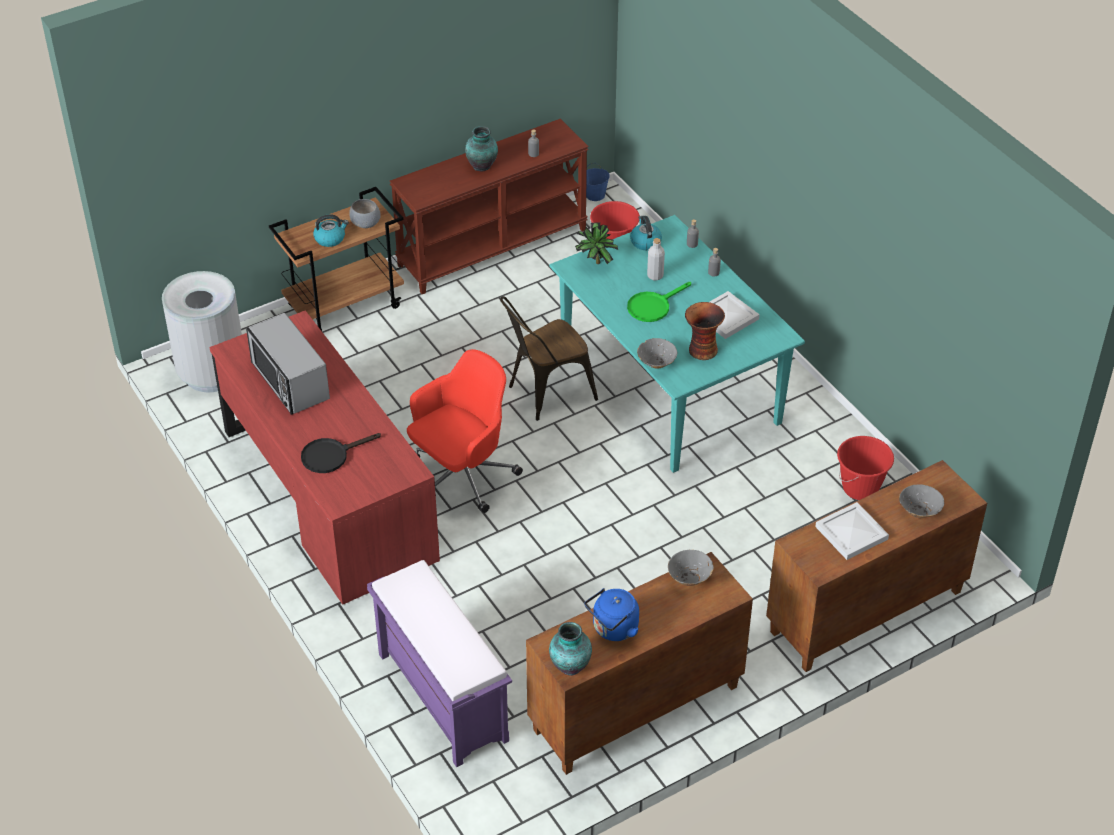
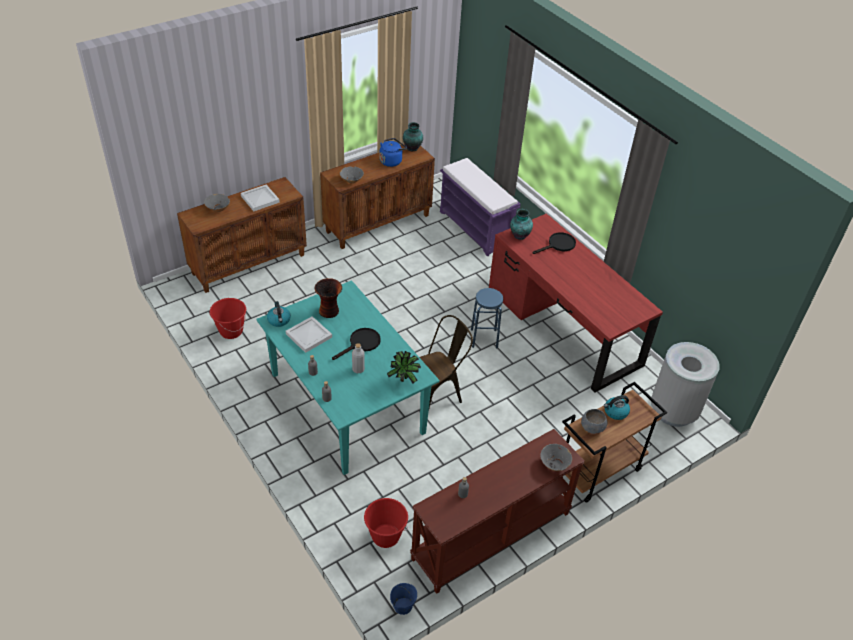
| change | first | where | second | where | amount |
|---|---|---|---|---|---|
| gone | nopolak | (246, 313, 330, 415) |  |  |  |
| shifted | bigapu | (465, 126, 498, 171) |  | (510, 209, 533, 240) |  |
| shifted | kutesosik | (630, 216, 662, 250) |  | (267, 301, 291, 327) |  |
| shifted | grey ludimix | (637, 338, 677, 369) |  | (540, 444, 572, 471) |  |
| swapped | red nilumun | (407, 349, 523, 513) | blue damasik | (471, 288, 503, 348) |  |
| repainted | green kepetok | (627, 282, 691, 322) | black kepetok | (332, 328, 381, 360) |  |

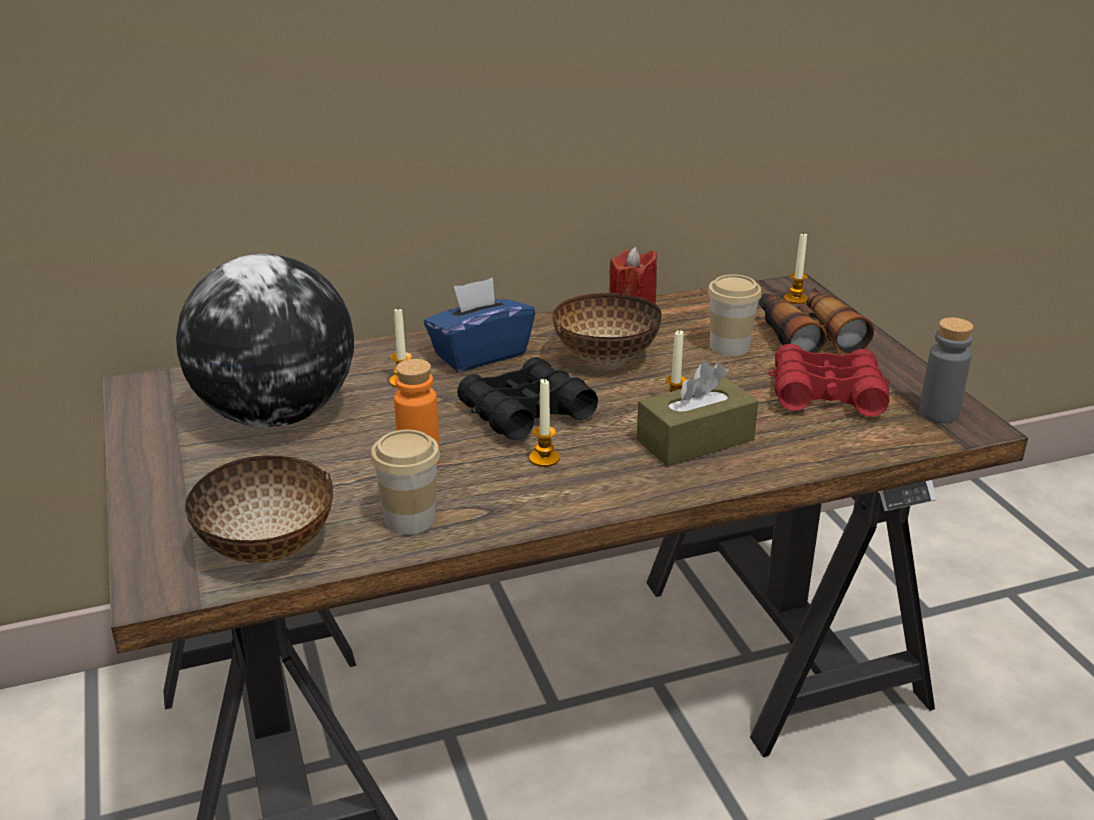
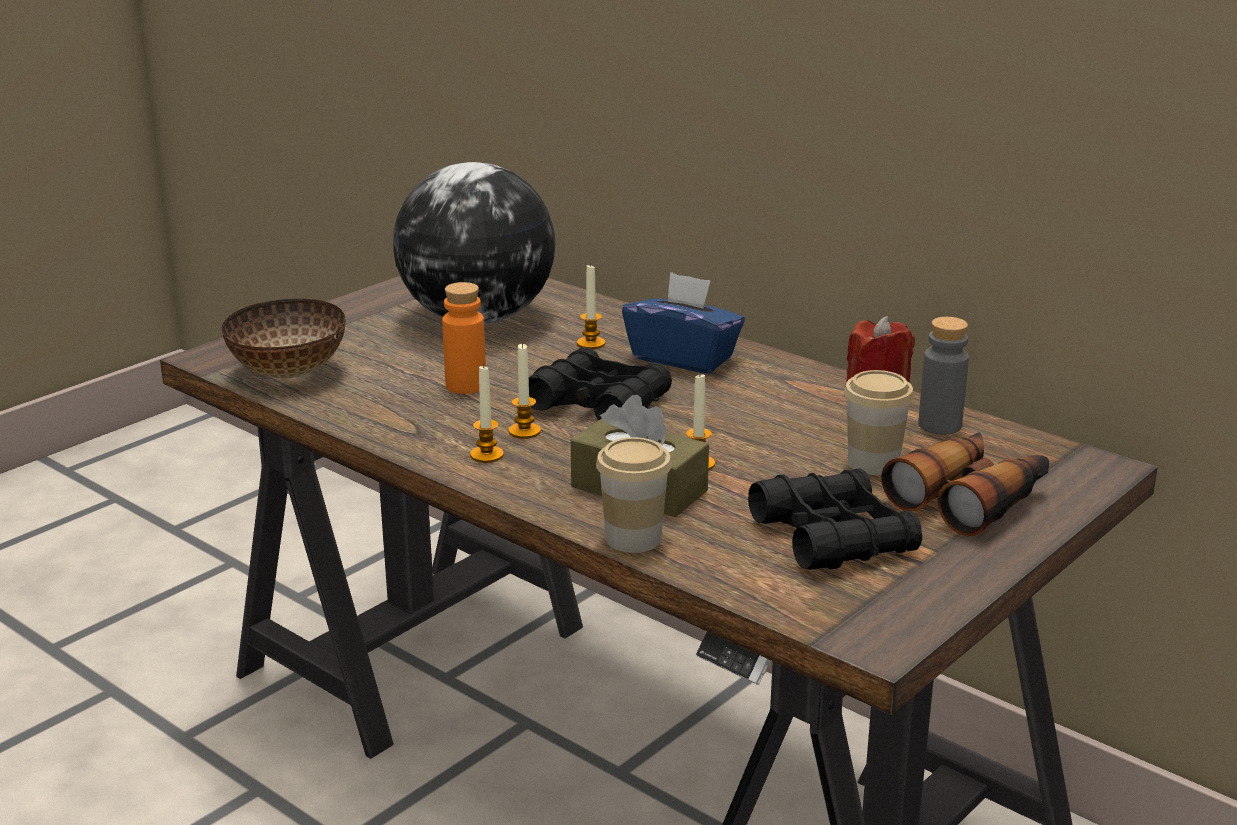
| change | first | where | second | where | amount |
|---|---|---|---|---|---|
| gone | ludimix | (552, 293, 662, 365) |  |  |  |
| shifted | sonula | (370, 430, 440, 535) |  | (596, 437, 672, 553) |  |
| shifted | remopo | (784, 233, 808, 304) |  | (470, 364, 504, 463) |  |
| shifted | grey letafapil | (919, 317, 973, 423) |  | (918, 317, 969, 434) |  |
| repainted | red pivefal | (769, 344, 890, 417) | black pivefal | (748, 468, 922, 570) |  |

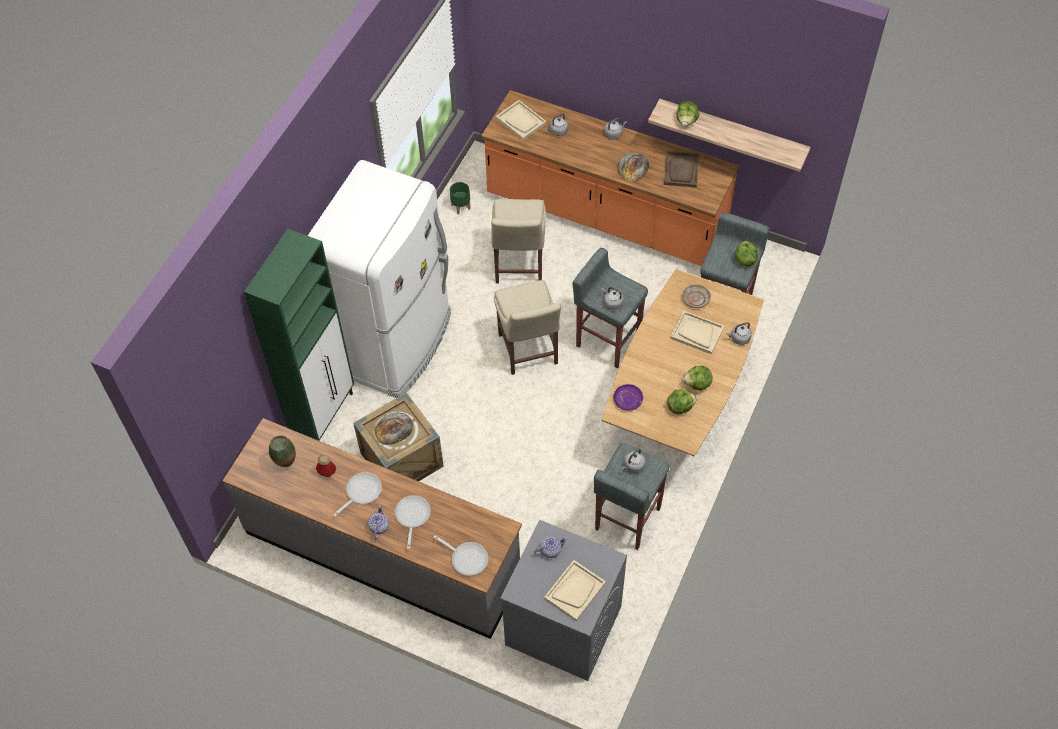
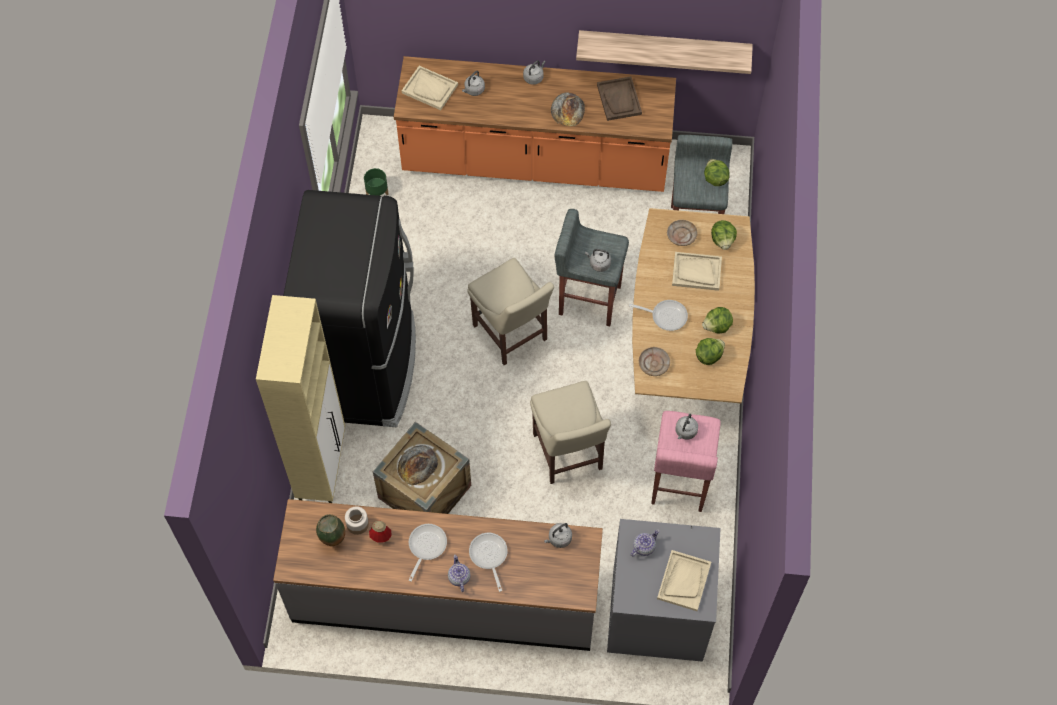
| change | first | where | second | where | amount |
|---|---|---|---|---|---|
| new |  |  | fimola | (345, 506, 369, 535) |  |
| shifted | kepetok | (433, 535, 488, 576) |  | (629, 300, 688, 331) |  |
| shifted | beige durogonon | (491, 199, 546, 283) |  | (530, 381, 611, 484) |  |
| shifted | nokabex | (677, 101, 700, 126) |  | (711, 220, 737, 250) |  |
| shifted | grey kutesosik | (726, 322, 752, 345) |  | (544, 523, 572, 548) |  |
| repainted | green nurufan | (244, 229, 354, 441) | beige nurufan | (256, 295, 345, 503) |  |
| repainted | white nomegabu | (308, 160, 451, 398) | black nomegabu | (283, 190, 416, 427) |  |
| repainted | grey damasik | (594, 443, 670, 550) | pink damasik | (651, 411, 721, 512) |  |
| repainted | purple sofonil | (613, 384, 643, 411) | beige sofonil | (639, 347, 670, 376) |  |

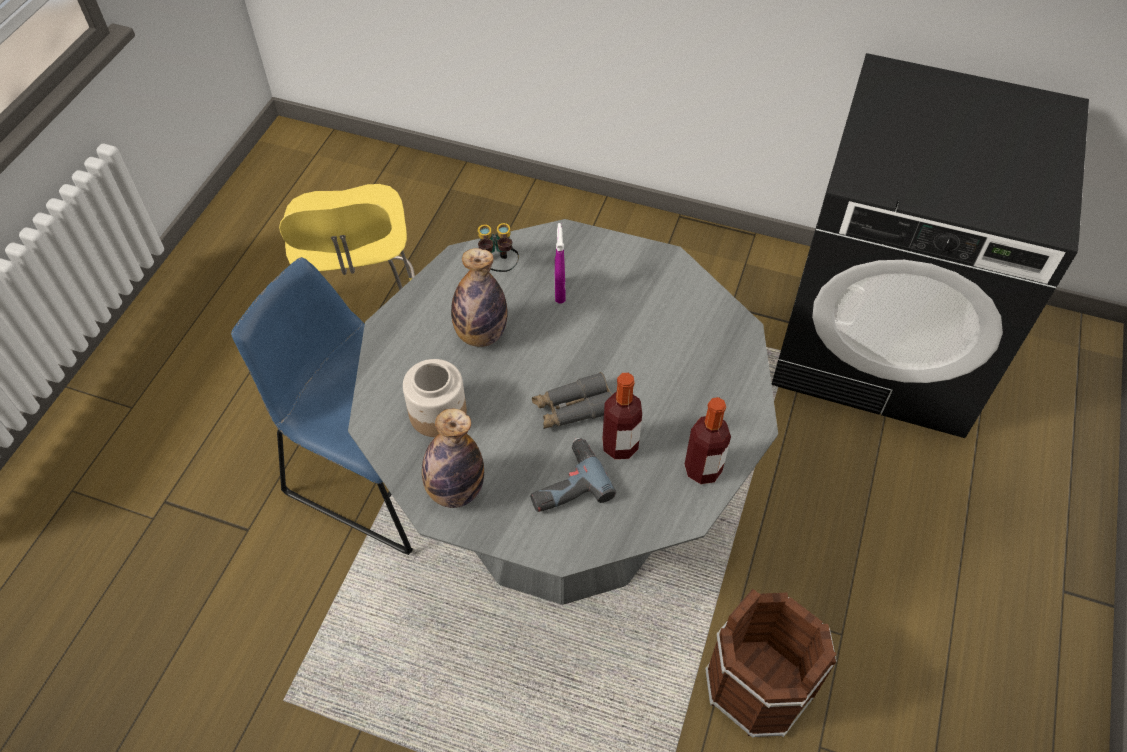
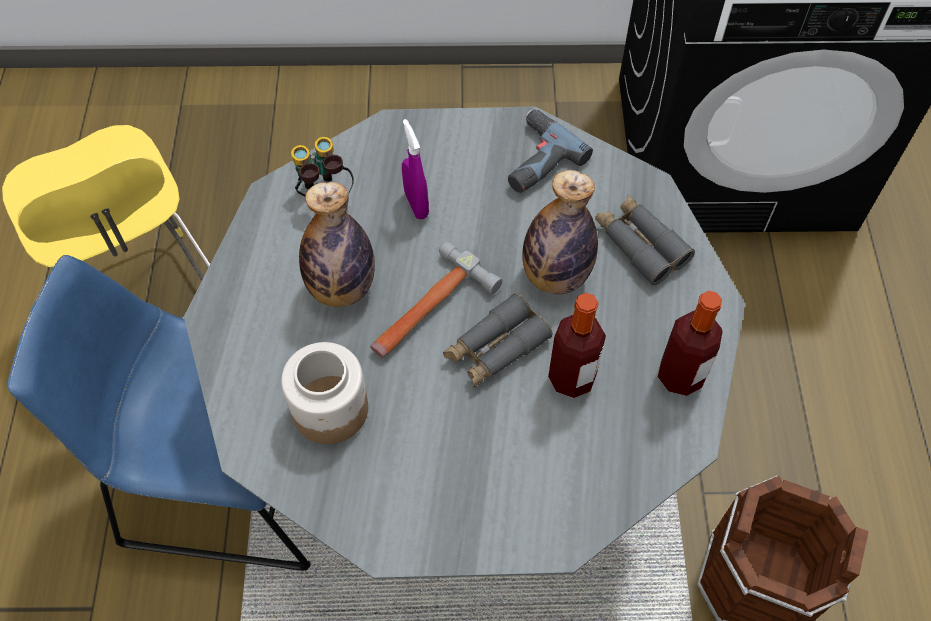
| change | first | where | second | where | amount |
|---|---|---|---|---|---|
| new |  |  | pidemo | (370, 242, 502, 358) |  |
| new |  |  | grey pivefal | (595, 195, 695, 285) |  |
| shifted | letafapil | (422, 409, 484, 508) |  | (522, 170, 598, 295) |  |
| shifted | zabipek | (531, 438, 616, 512) |  | (508, 110, 593, 193) |  |

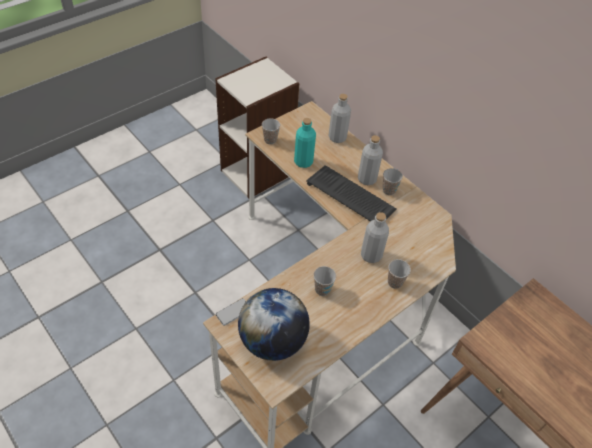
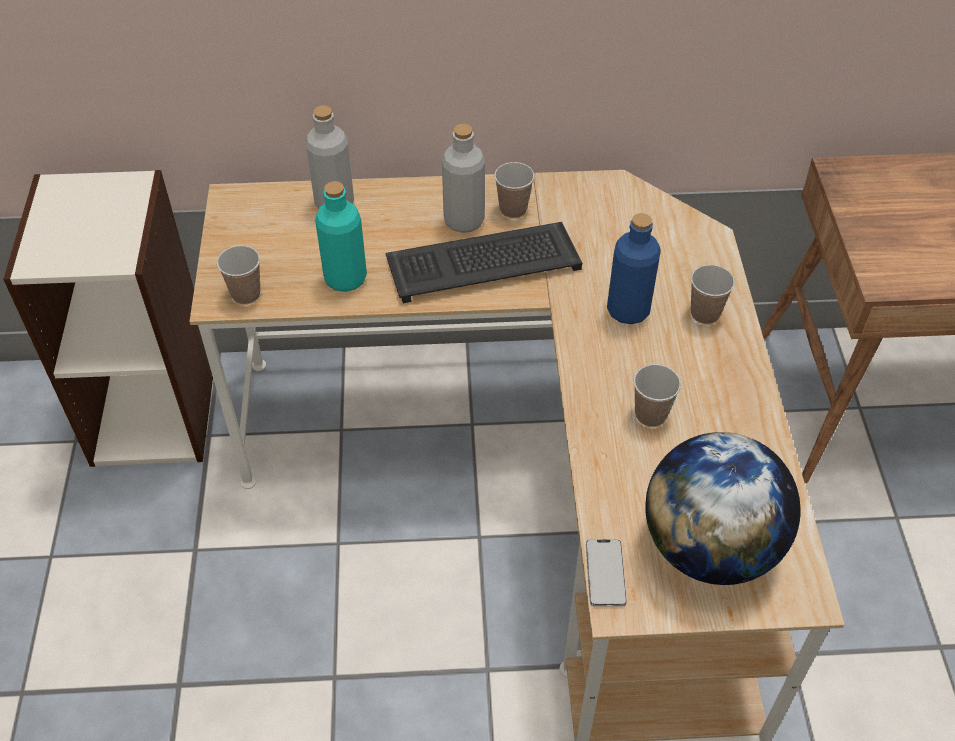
| change | first | where | second | where | amount |
|---|---|---|---|---|---|
| repainted | grey letafapil | (361, 212, 389, 263) | blue letafapil | (607, 213, 661, 324) |  |

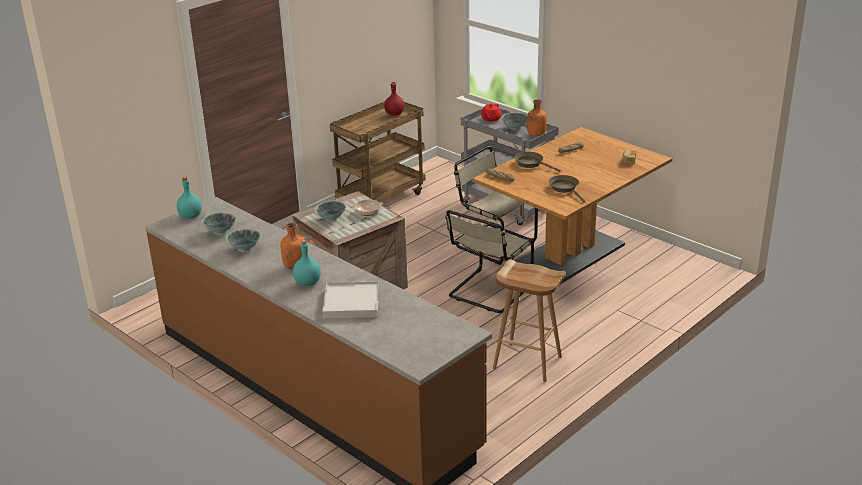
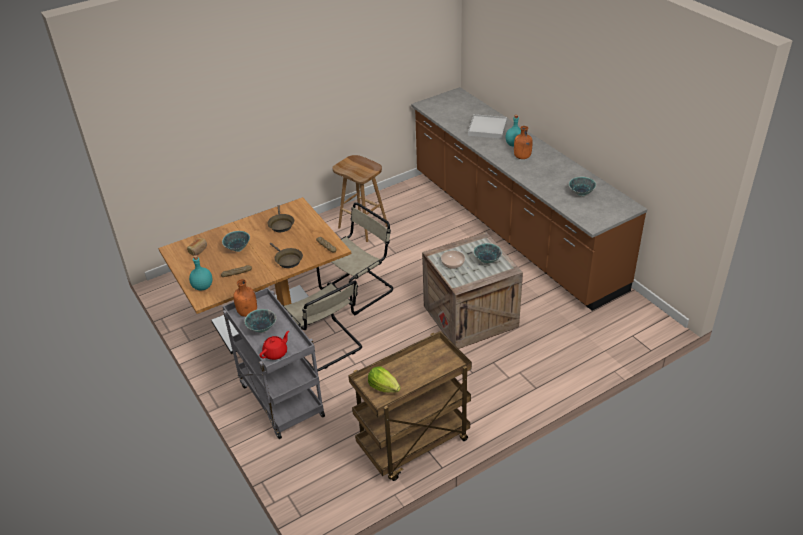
| change | first | where | second | where | amount |
|---|---|---|---|---|---|
| shifted | turquoise letafapil | (177, 176, 202, 219) |  | (189, 255, 213, 290) |  |
| shifted | ludimix | (226, 229, 261, 252) |  | (222, 231, 250, 252) |  |
| swapped | red letafapil | (384, 81, 404, 116) | nokabex | (368, 366, 401, 393) |  |

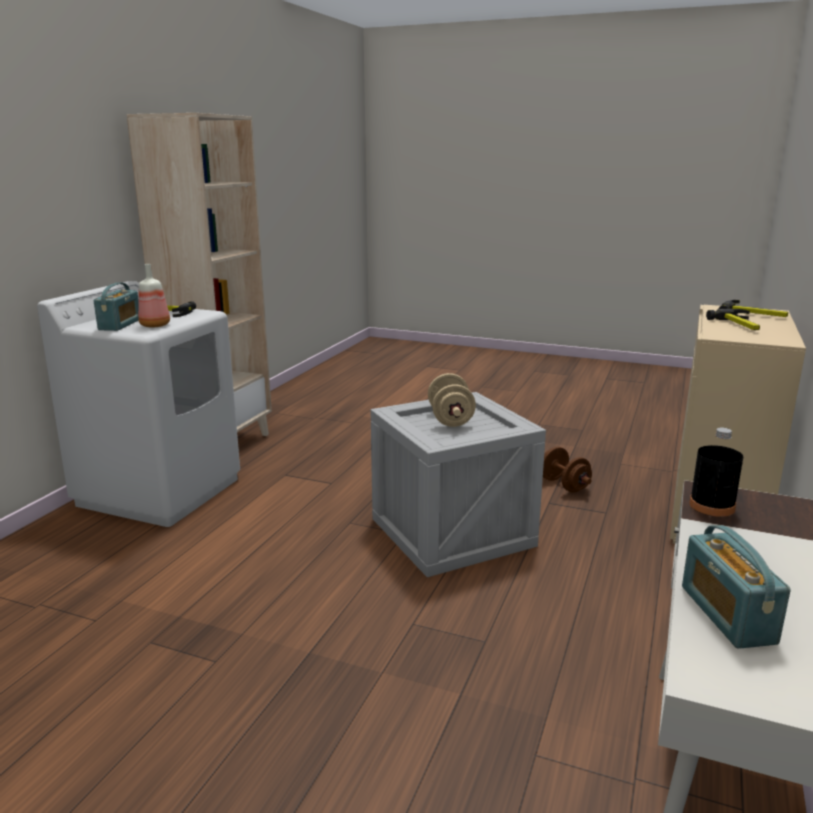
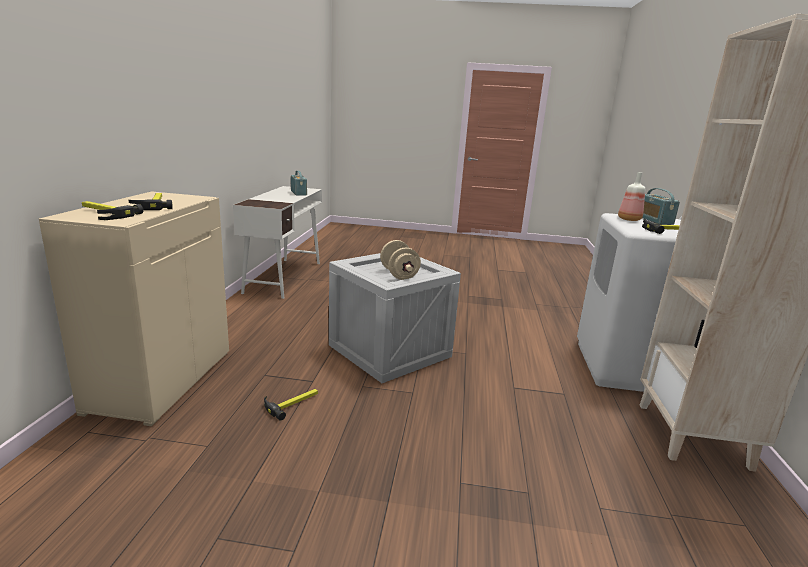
| change | first | where | second | where | amount |
|---|---|---|---|---|---|
| gone | black letafapil | (689, 428, 743, 517) |  |  |  |
| swapped | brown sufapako | (543, 447, 592, 493) | pidemo | (264, 389, 318, 420) |  |

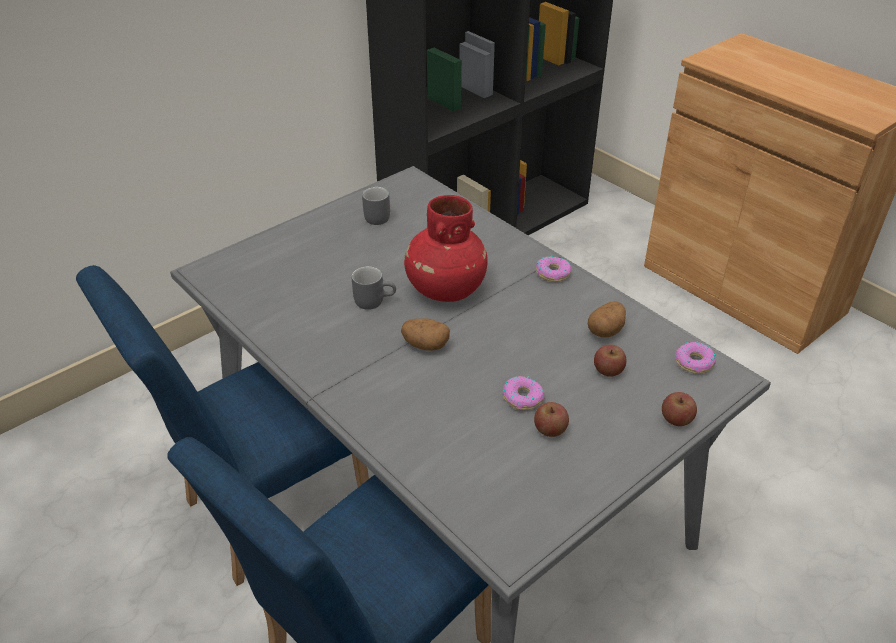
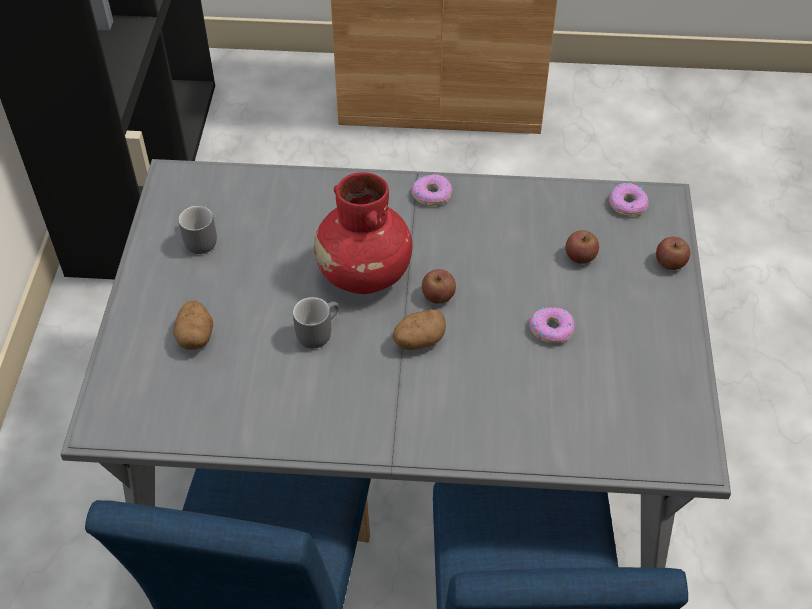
| change | first | where | second | where | amount |
|---|---|---|---|---|---|
| shifted | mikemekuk | (534, 402, 569, 437) |  | (422, 269, 456, 304) |  |
| shifted | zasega | (588, 301, 626, 337) |  | (173, 301, 213, 350) |  |

